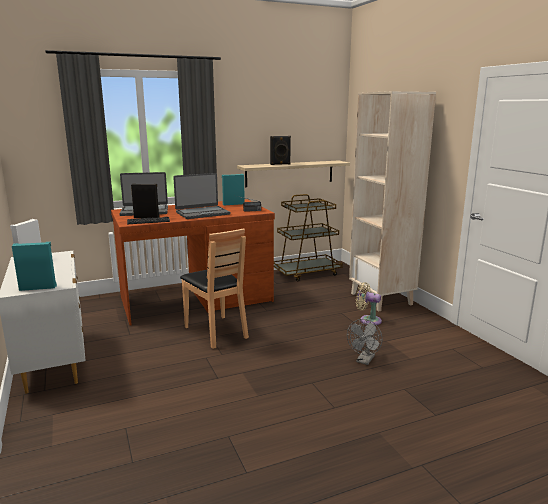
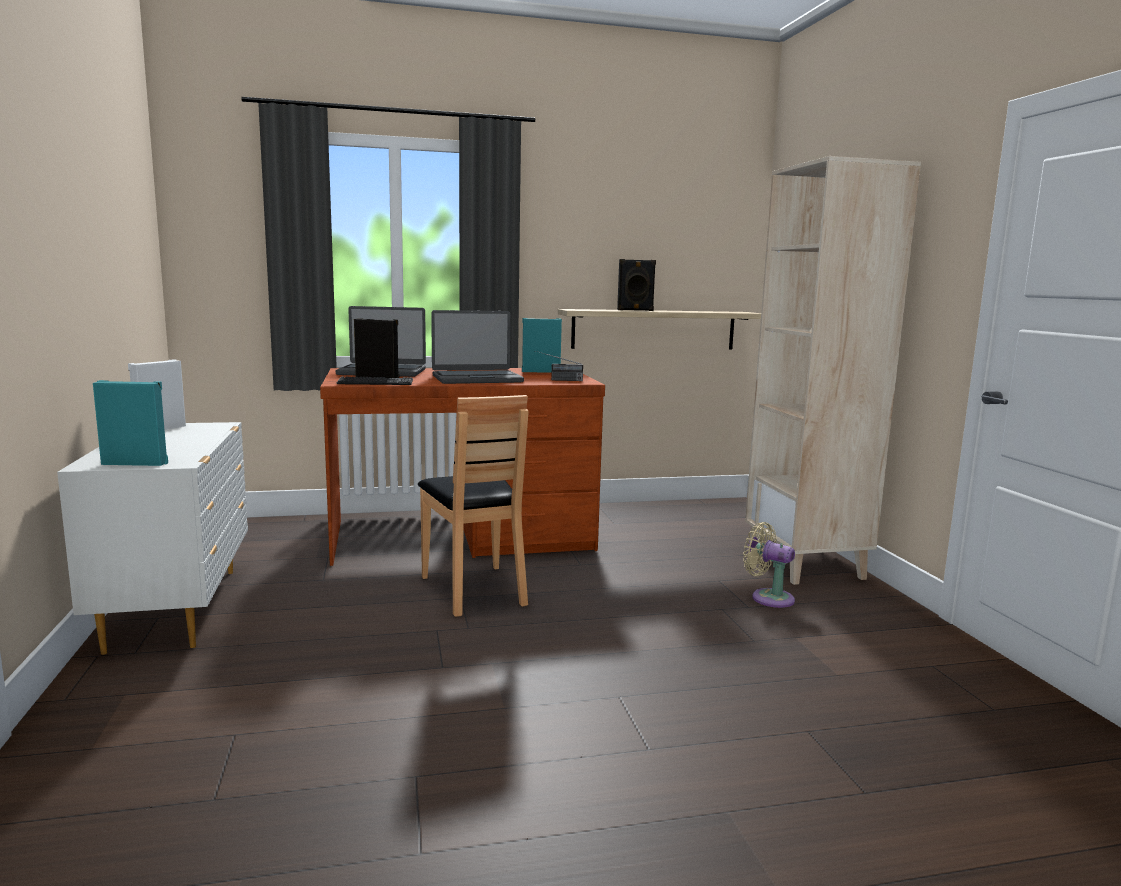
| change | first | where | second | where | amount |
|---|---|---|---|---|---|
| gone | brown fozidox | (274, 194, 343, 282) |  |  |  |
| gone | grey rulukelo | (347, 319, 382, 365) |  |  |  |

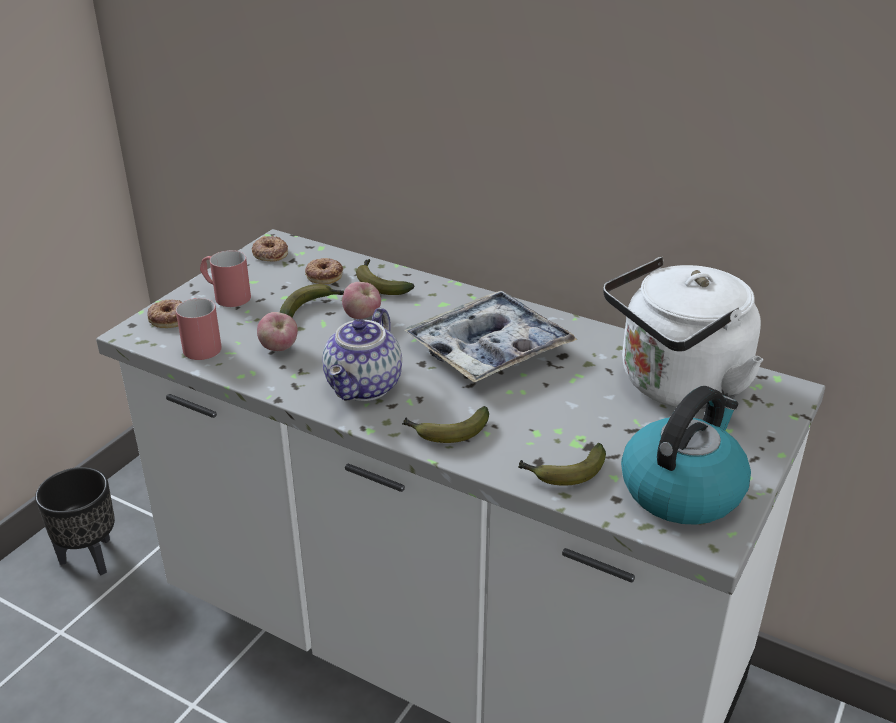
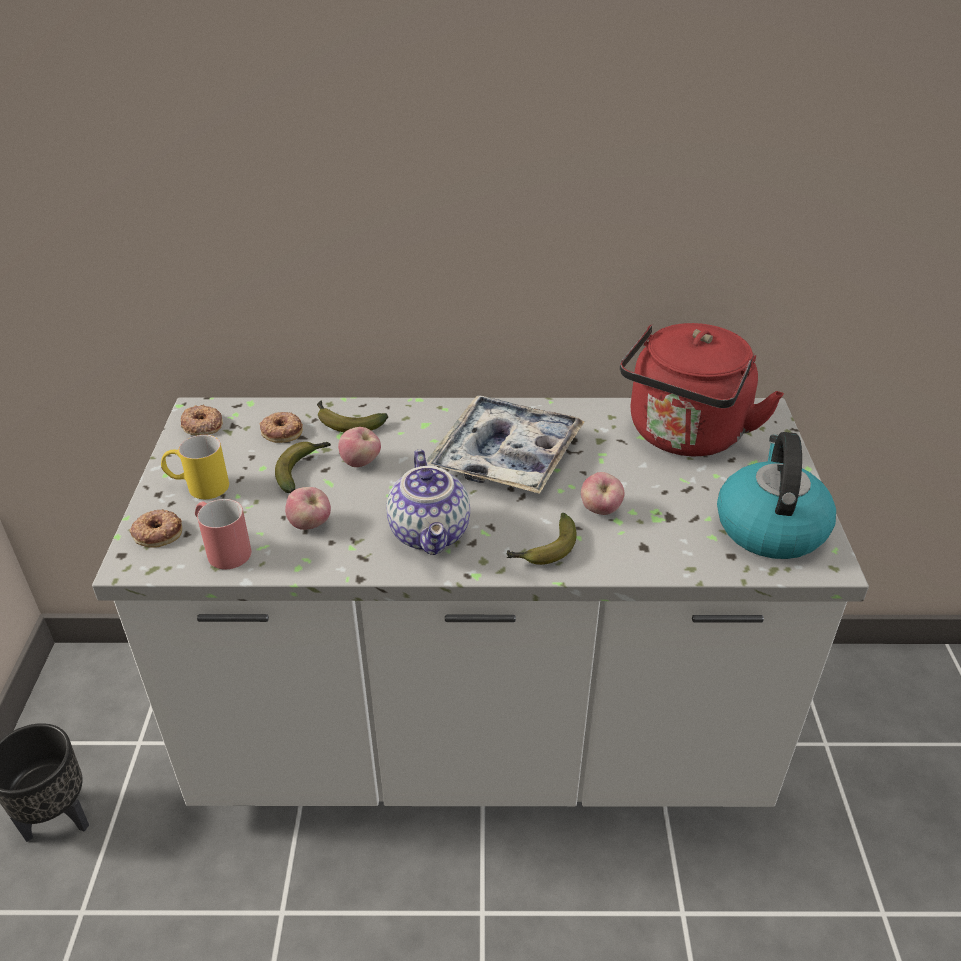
| change | first | where | second | where | amount |
|---|---|---|---|---|---|
| gone | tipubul | (518, 443, 606, 485) |  |  |  |
| new |  |  | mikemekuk | (581, 472, 625, 515) |  |
| repainted | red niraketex | (200, 250, 251, 307) | yellow niraketex | (161, 435, 229, 499) |  |
| repainted | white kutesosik | (603, 257, 763, 408) | red kutesosik | (620, 323, 784, 456) |  |

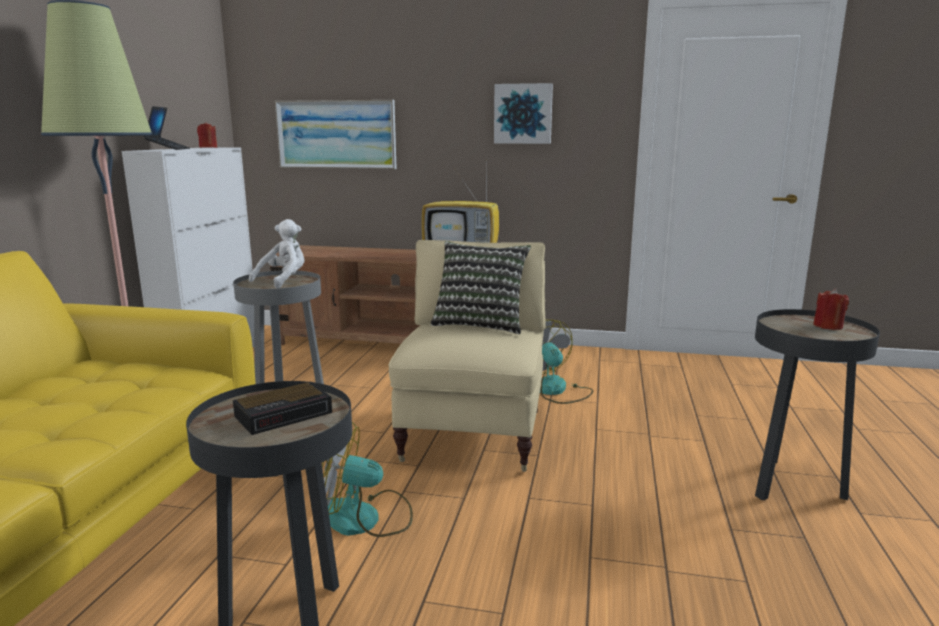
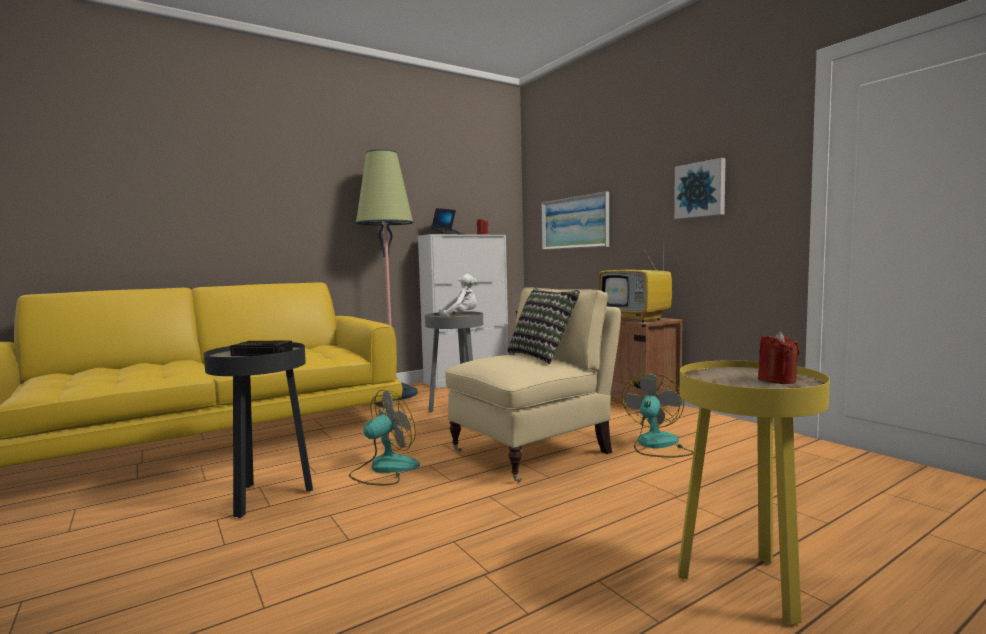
| change | first | where | second | where | amount |
|---|---|---|---|---|---|
| repainted | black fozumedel | (755, 309, 880, 500) | yellow fozumedel | (678, 360, 830, 625) |  |
| rotated | rulukelo | (322, 422, 413, 537) |  | (349, 390, 420, 485) | 90 degrees clockwise |

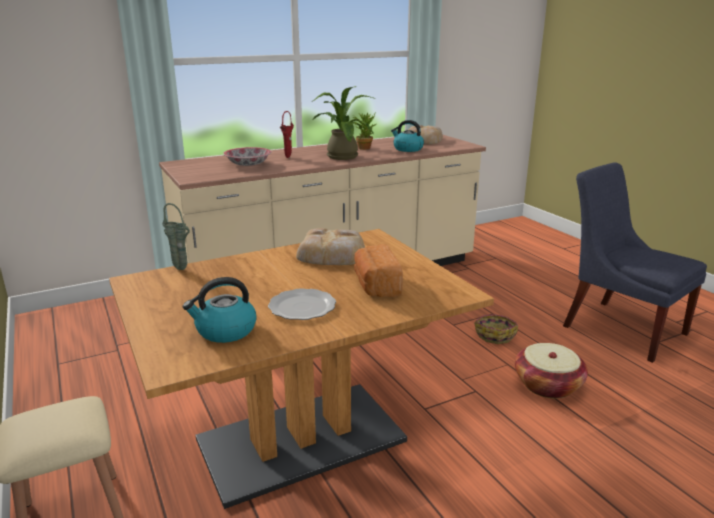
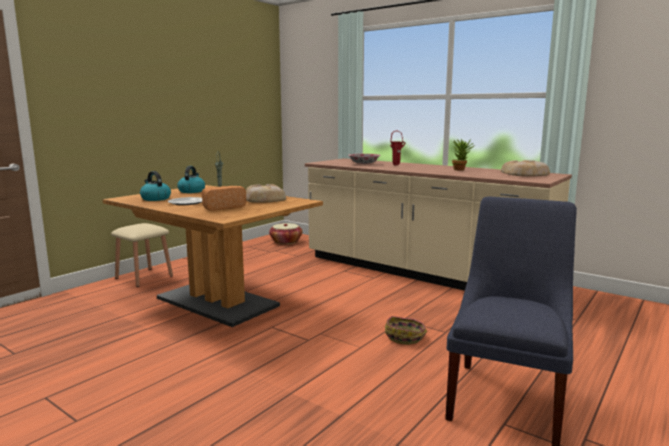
| change | first | where | second | where | amount |
|---|---|---|---|---|---|
| gone | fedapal | (312, 86, 376, 160) |  |  |  |
| shifted | kutesosik | (391, 120, 424, 152) |  | (177, 166, 205, 193) |  |
| shifted | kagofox | (515, 343, 588, 399) |  | (269, 223, 303, 244) |  |

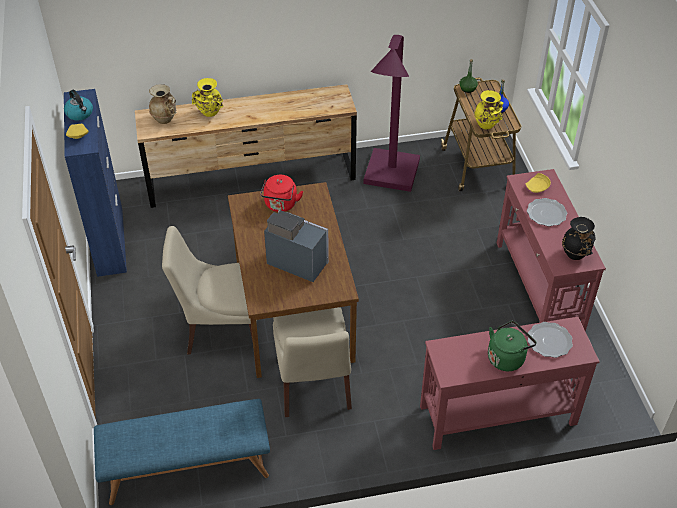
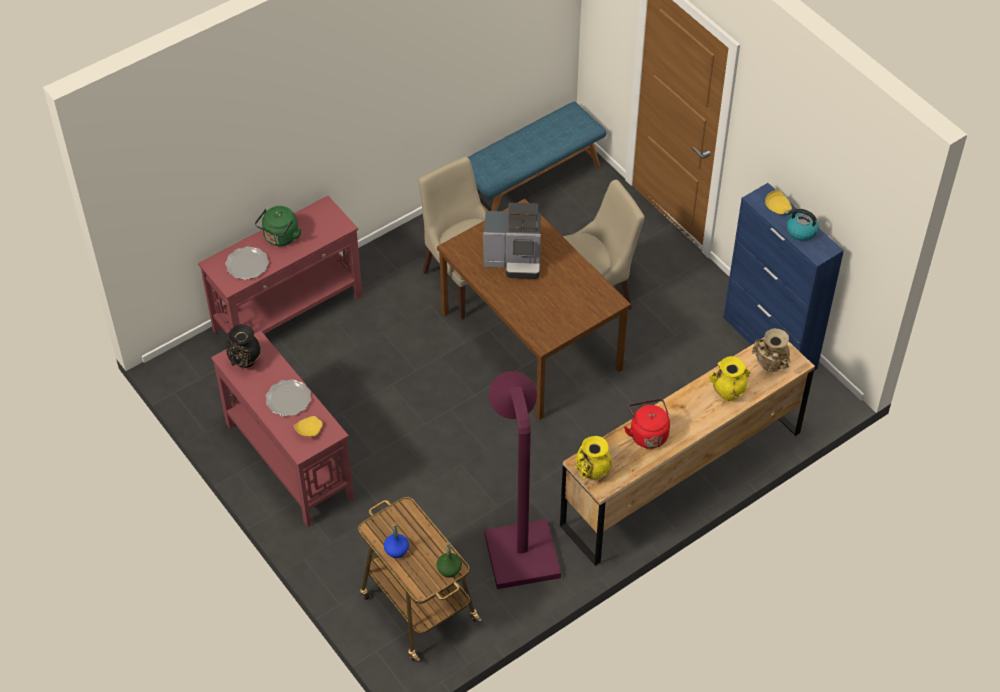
| change | first | where | second | where | amount |
|---|---|---|---|---|---|
| shifted | red kutesosik | (260, 175, 303, 212) |  | (624, 399, 670, 449) |  |
| shifted | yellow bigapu | (474, 90, 504, 129) |  | (575, 436, 612, 480) |  |

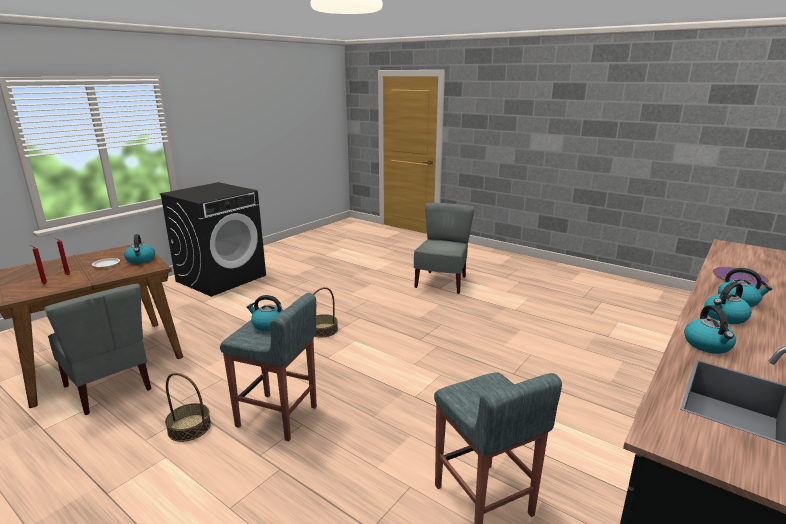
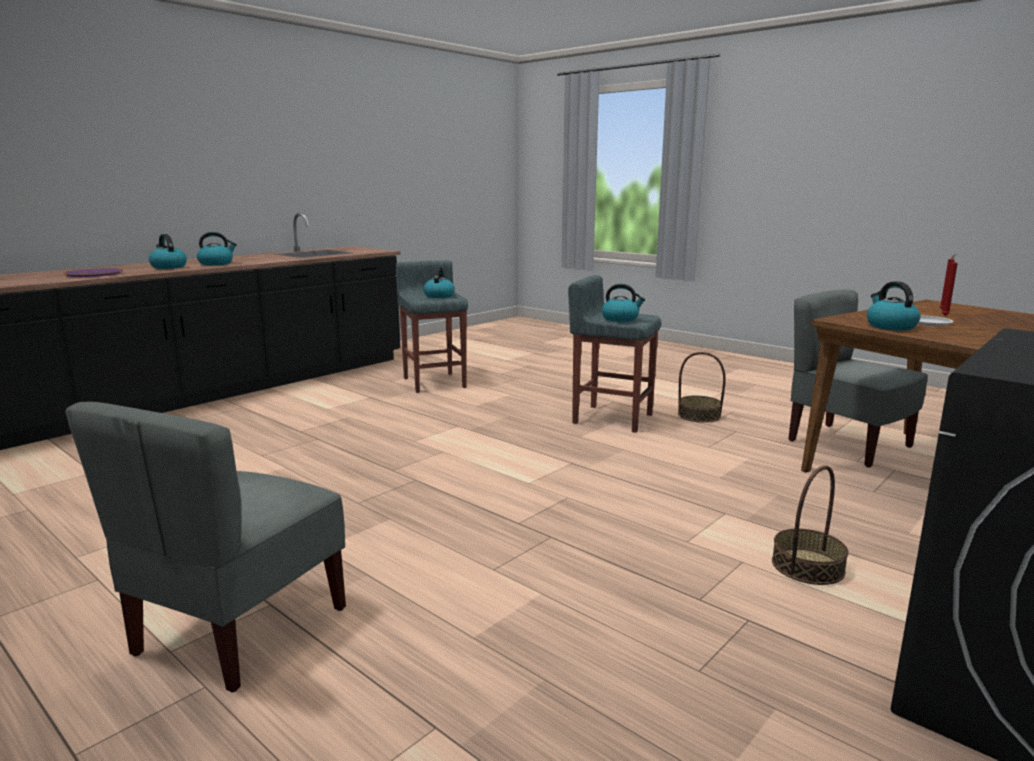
| change | first | where | second | where | amount |
|---|---|---|---|---|---|
| shifted | kagofox | (313, 287, 338, 338) |  | (772, 465, 849, 585) |  |
| shifted | kutesosik | (684, 305, 736, 354) |  | (423, 266, 455, 298) |  |

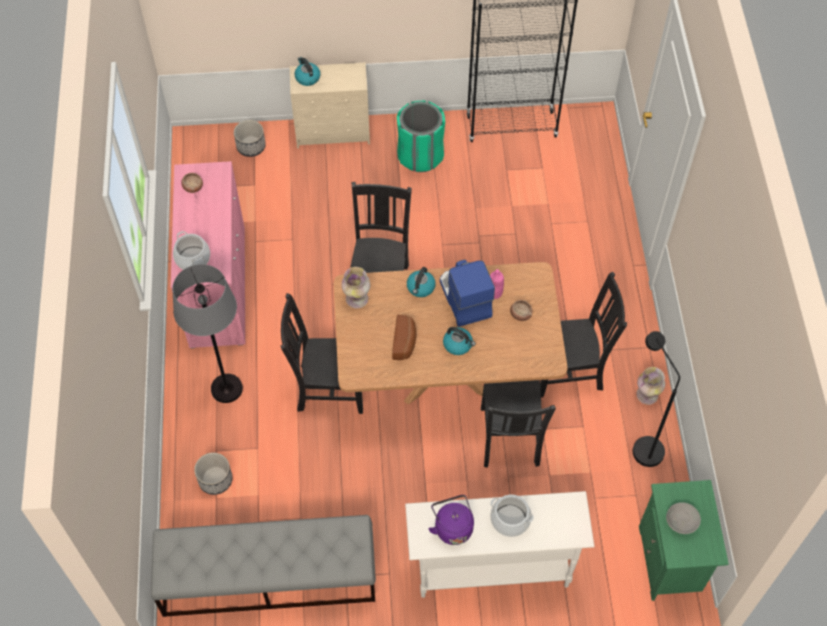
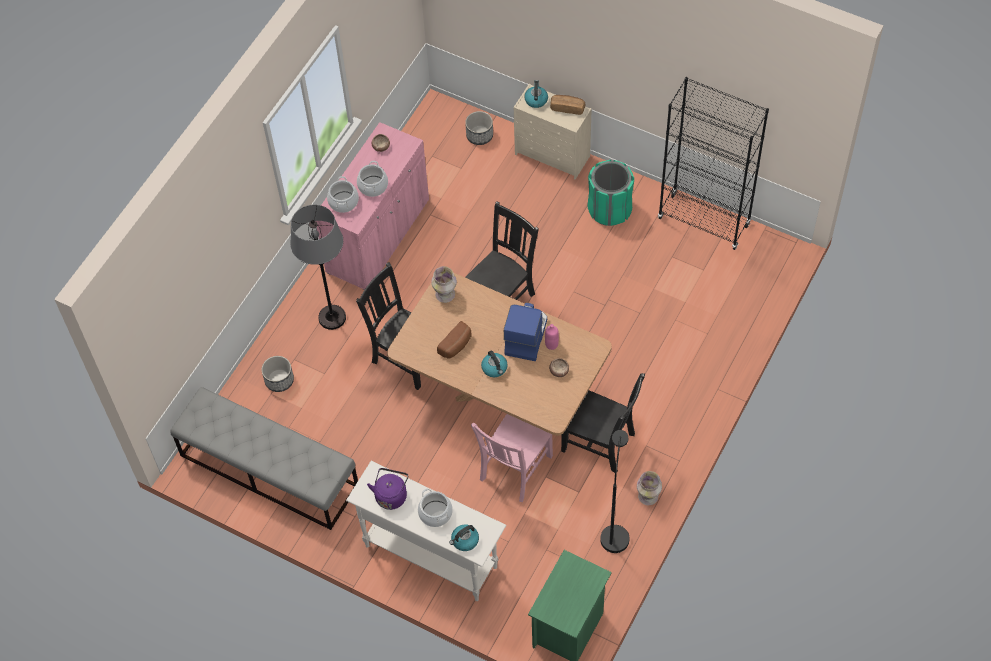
| change | first | where | second | where | amount |
|---|---|---|---|---|---|
| gone | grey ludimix | (666, 502, 701, 534) |  |  |  |
| new |  |  | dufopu | (357, 161, 388, 197) |  |
| new |  |  | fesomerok | (550, 95, 585, 115) |  |
| shifted | kutesosik | (407, 267, 436, 297) |  | (449, 525, 479, 551) |  |
| repainted | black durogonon | (481, 380, 556, 468) | pink durogonon | (471, 414, 553, 502) |  |

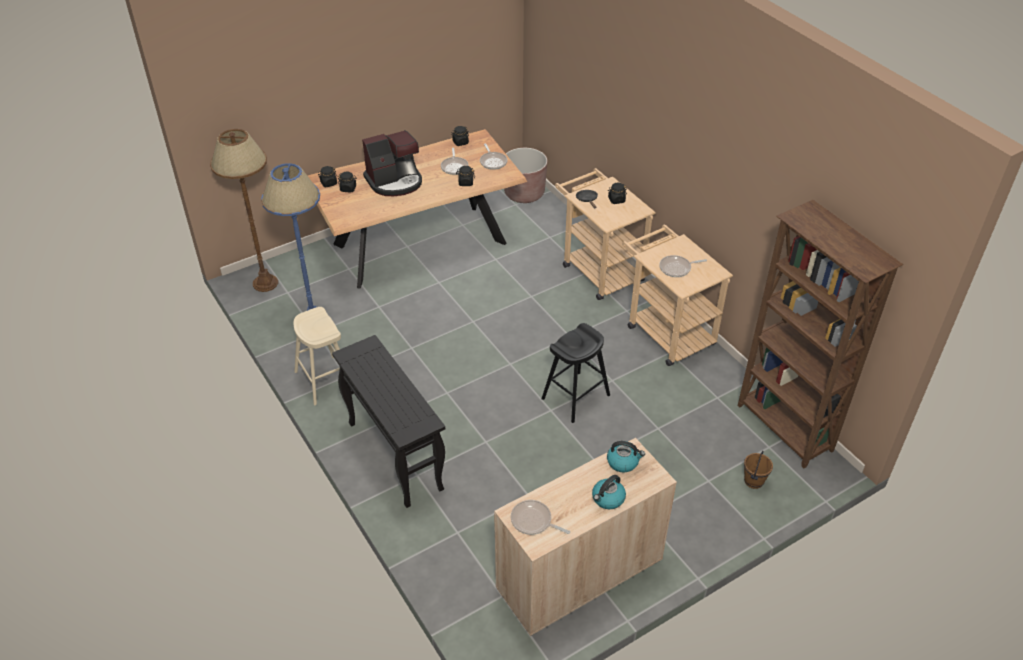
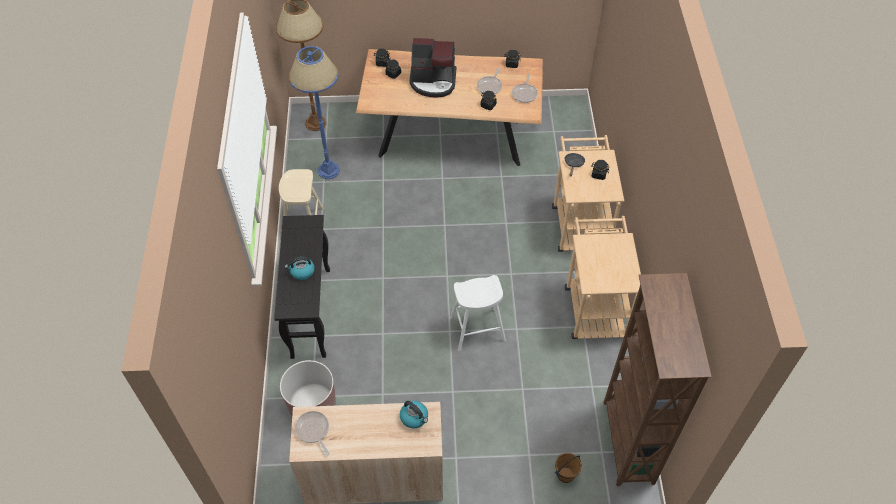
| change | first | where | second | where | amount |
|---|---|---|---|---|---|
| gone | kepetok | (659, 255, 707, 277) |  |  |  |
| shifted | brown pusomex | (504, 148, 547, 203) |  | (280, 360, 336, 416) |  |
| shifted | kutesosik | (592, 475, 626, 509) |  | (285, 257, 315, 280) |  |
| repainted | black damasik | (541, 323, 610, 423) | white damasik | (449, 275, 506, 351) |  |

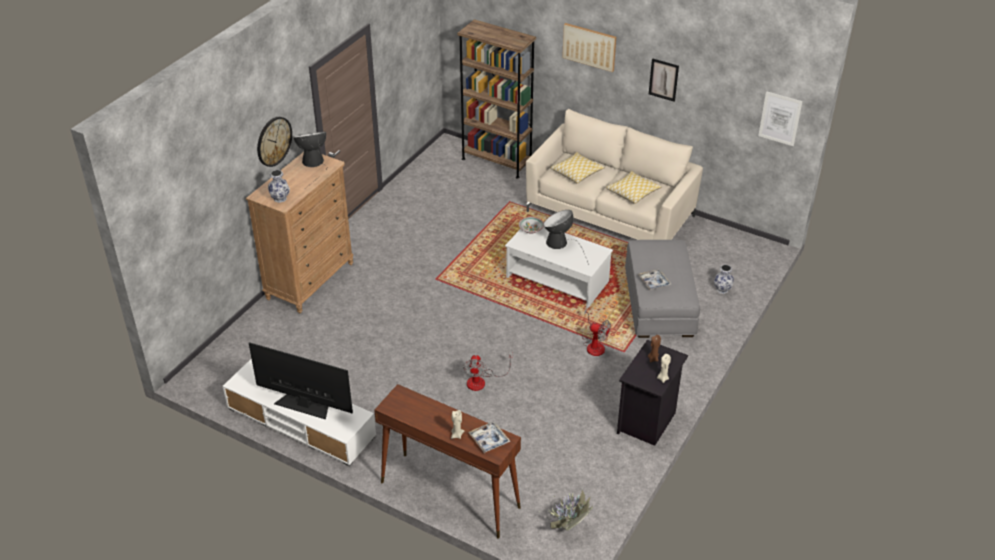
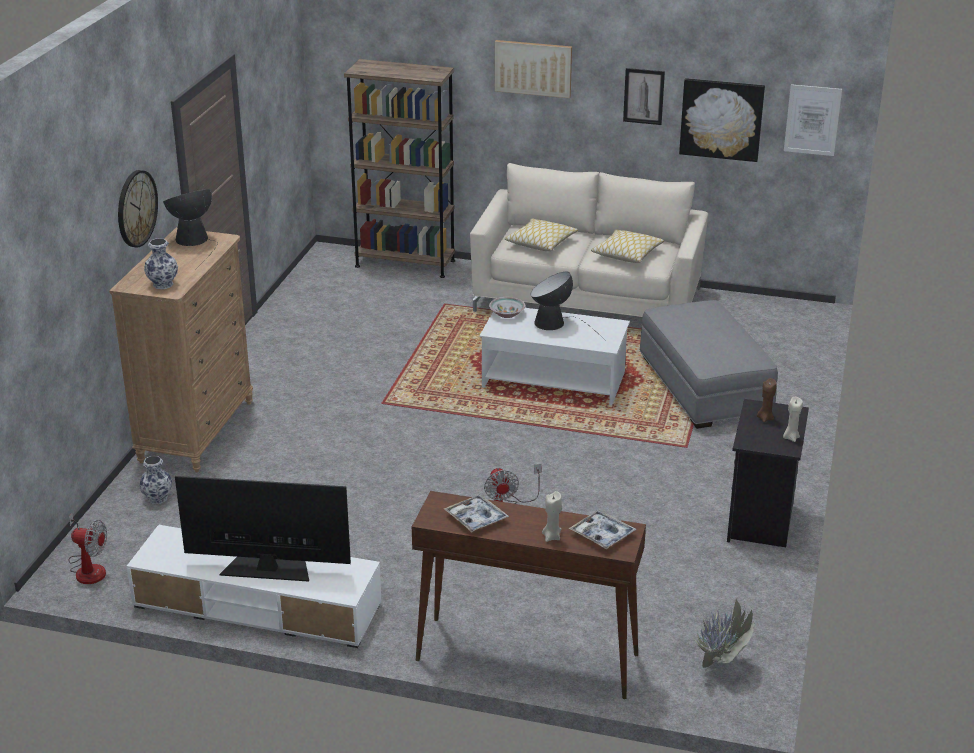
| change | first | where | second | where | amount |
|---|---|---|---|---|---|
| new |  |  | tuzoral | (679, 78, 765, 162) |  |
| shifted | rulukelo | (582, 308, 611, 356) |  | (69, 513, 107, 584) |  |
| shifted | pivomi | (638, 269, 672, 290) |  | (444, 495, 509, 533) |  |
| shifted | bigapu | (714, 265, 734, 294) |  | (139, 456, 172, 504) |  |

